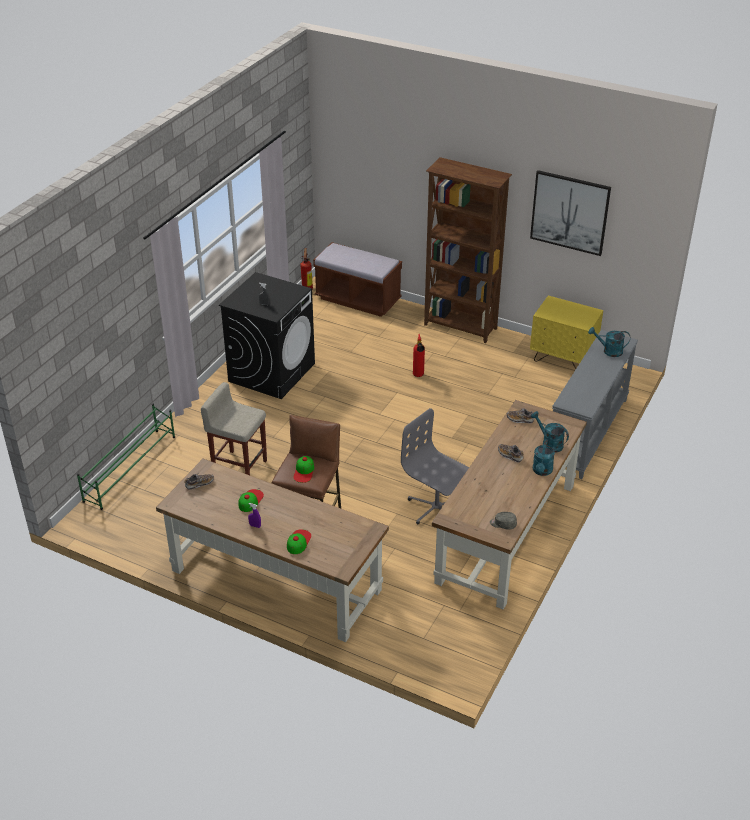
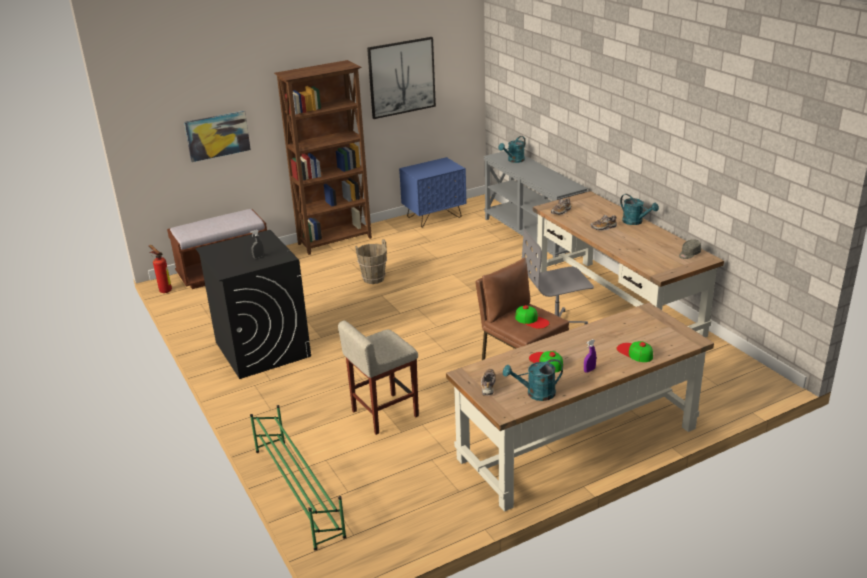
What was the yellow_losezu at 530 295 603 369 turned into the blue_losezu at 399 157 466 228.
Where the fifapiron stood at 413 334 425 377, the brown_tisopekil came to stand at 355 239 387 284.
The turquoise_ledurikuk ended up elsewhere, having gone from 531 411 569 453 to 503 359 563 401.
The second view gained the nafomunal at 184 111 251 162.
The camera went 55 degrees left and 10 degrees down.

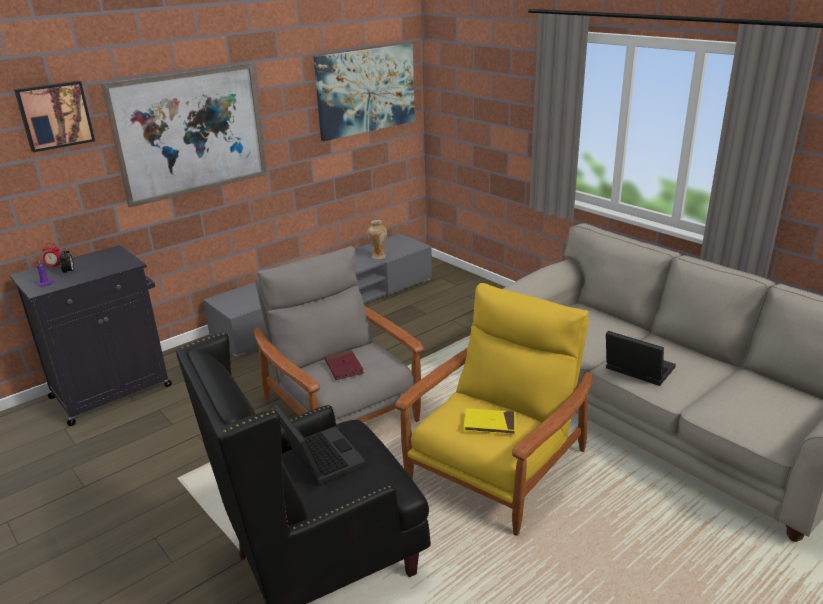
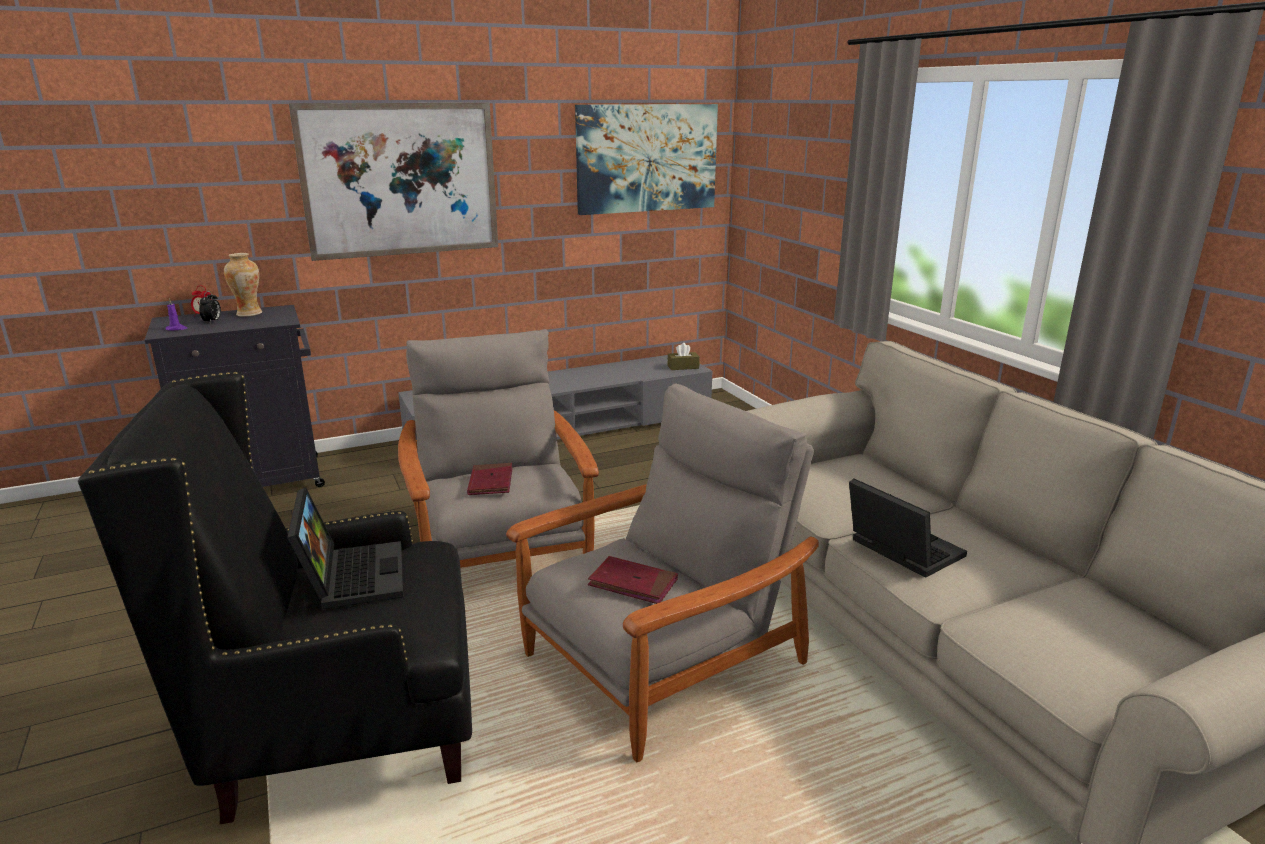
The second view lost the nafomunal at 14 81 95 152.
The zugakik ended up elsewhere, having gone from 367 220 387 259 to 224 253 262 317.
What was the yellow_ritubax at 395 283 593 536 turned into the grey_ritubax at 506 384 819 762.
What was the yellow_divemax at 463 408 516 435 turned into the red_divemax at 588 556 678 604.
The second view gained the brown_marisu at 668 343 700 370.
The camera went 15 degrees right and 5 degrees down.

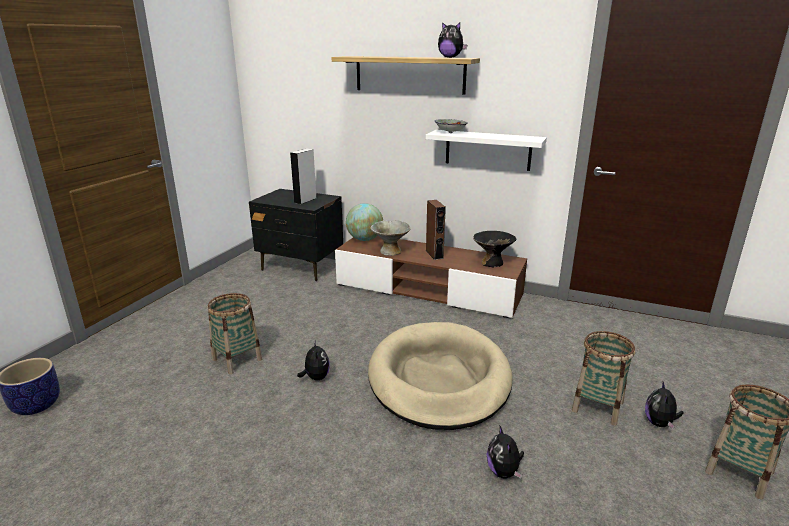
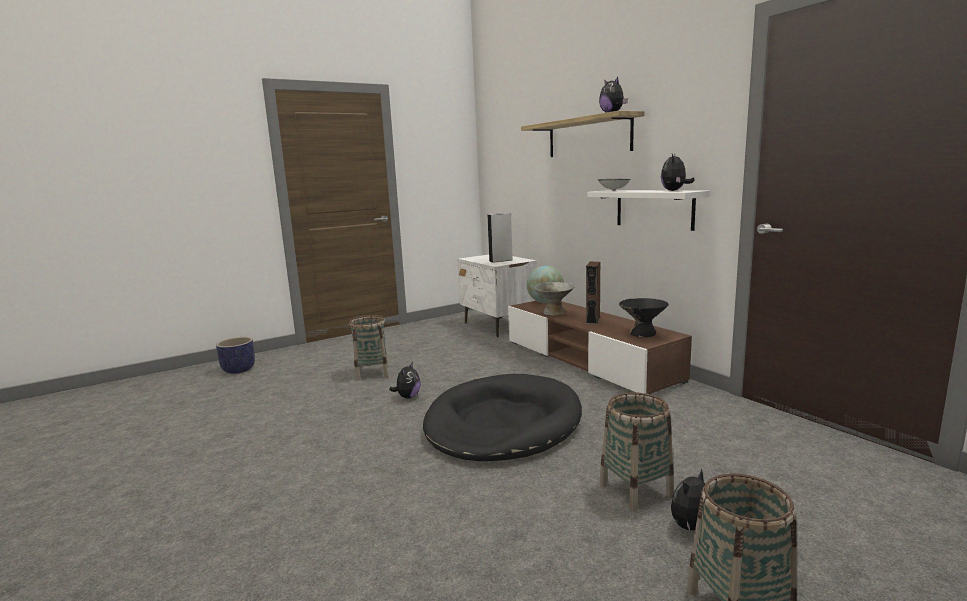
What was the black_losezu at 249 189 343 281 turned into the white_losezu at 458 254 537 337.
What was the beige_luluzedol at 368 322 513 430 turned into the black_luluzedol at 423 374 582 461.
The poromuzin ended up elsewhere, having gone from 487 425 524 479 to 661 154 695 191.
The camera went 35 degrees right and 10 degrees down.

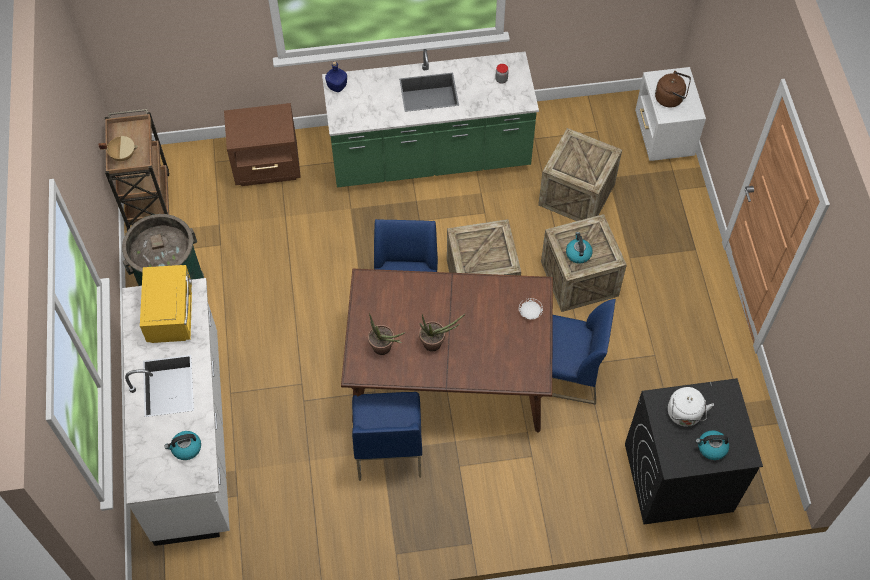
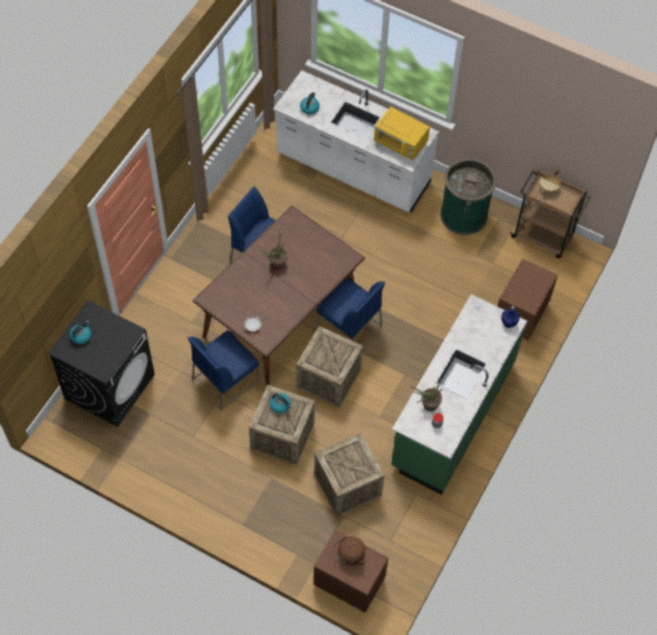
What was the white_losezu at 635 67 706 161 turned into the brown_losezu at 313 530 388 613.
The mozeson ended up elsewhere, having gone from 368 313 406 355 to 411 378 442 411.
The second view lost the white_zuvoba at 668 387 714 426.
The camera went 125 degrees right and 0 degrees up.

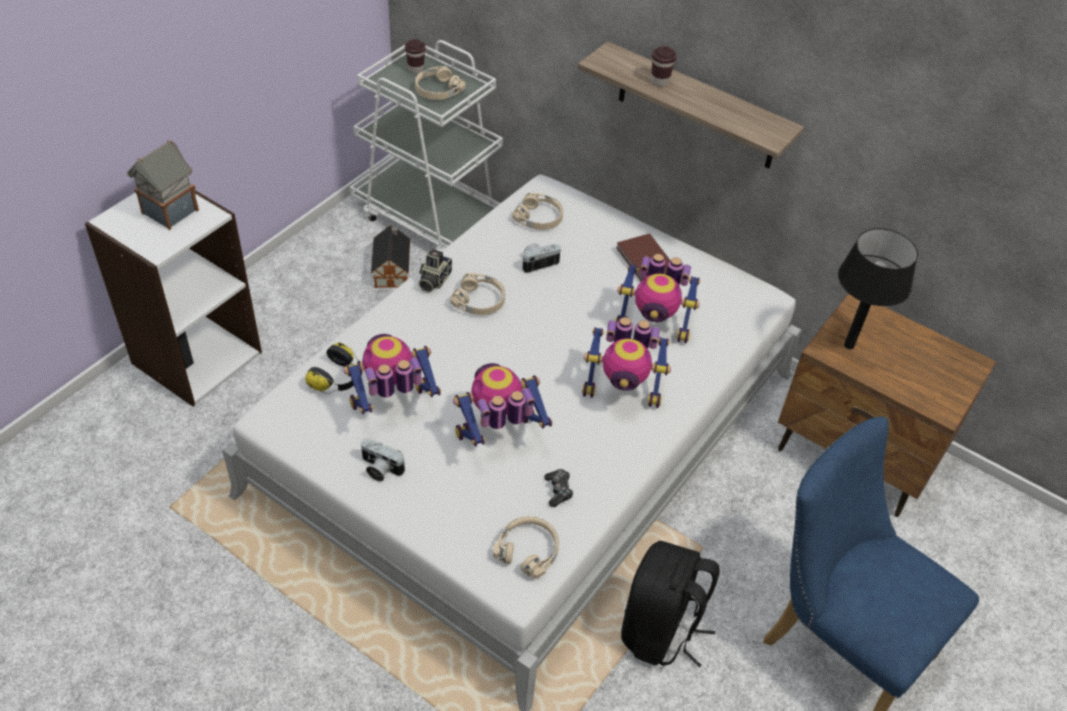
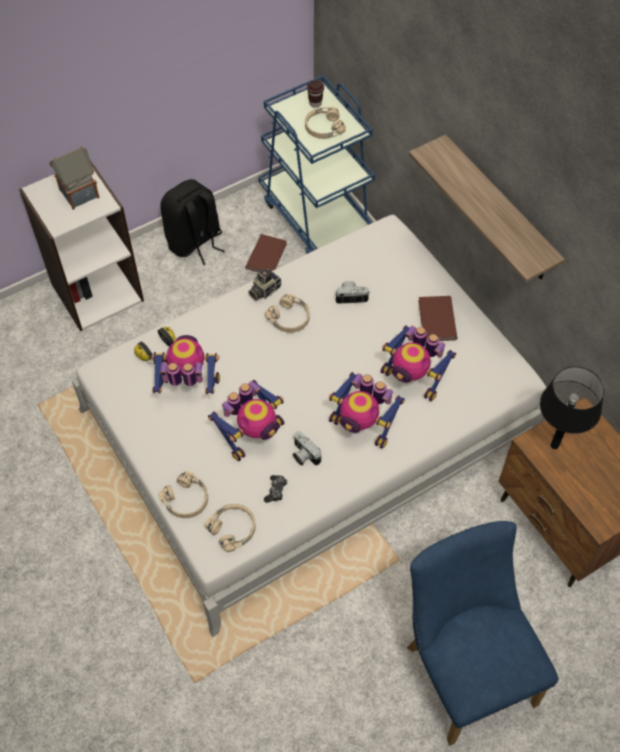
What was the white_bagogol at 350 40 503 252 turned into the blue_bagogol at 258 75 375 254.
The second view lost the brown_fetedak at 652 46 677 87.
The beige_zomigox ended up elsewhere, having gone from 512 193 563 230 to 159 471 208 518.
Where the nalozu stood at 371 225 410 288, the brown_divemax came to stand at 245 234 287 272.
The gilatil at 453 363 553 446 ended up facing another way, 135 degrees clockwise from before.
The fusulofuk ended up elsewhere, having gone from 361 438 405 481 to 293 431 321 466.
The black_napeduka ended up elsewhere, having gone from 621 541 720 668 to 160 179 225 265.
The camera went 25 degrees right and 10 degrees up.

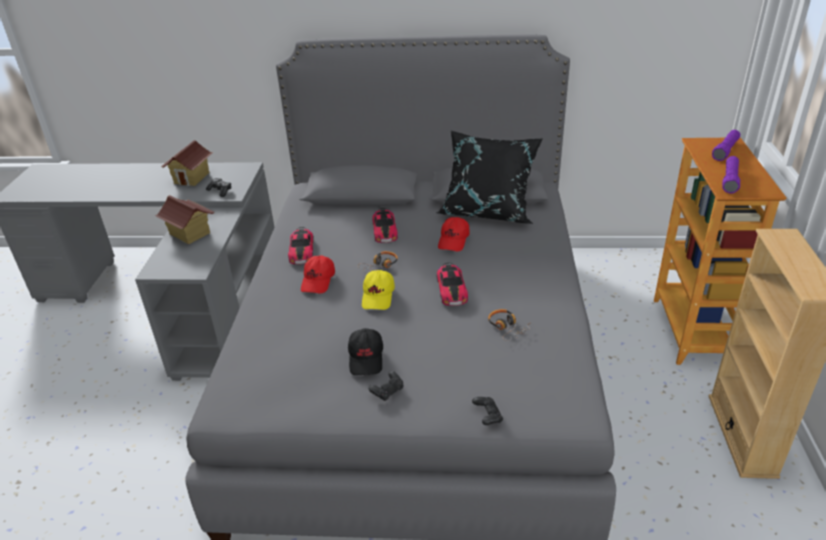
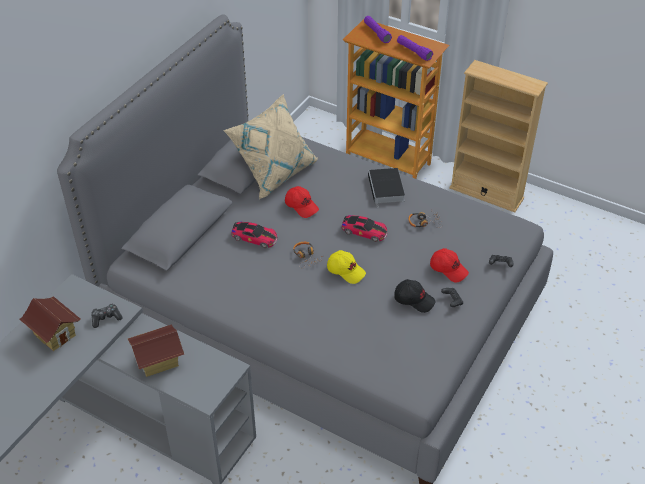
What was the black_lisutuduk at 436 131 543 224 turned into the beige_lisutuduk at 223 94 318 199.
The second view lost the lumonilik at 288 227 314 265.
The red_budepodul ended up elsewhere, having gone from 301 255 335 293 to 430 248 469 282.
The second view gained the divemax at 368 168 405 209.
The camera went 65 degrees left and 10 degrees up.

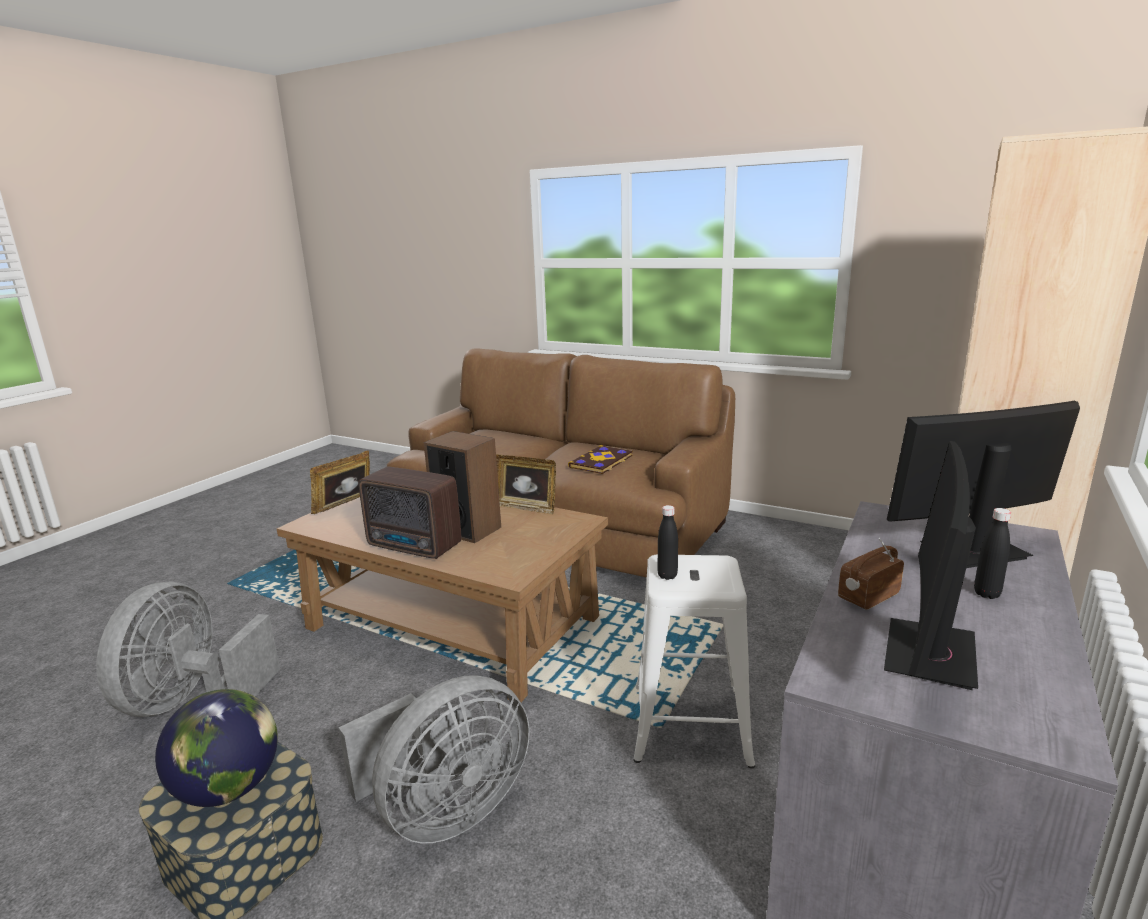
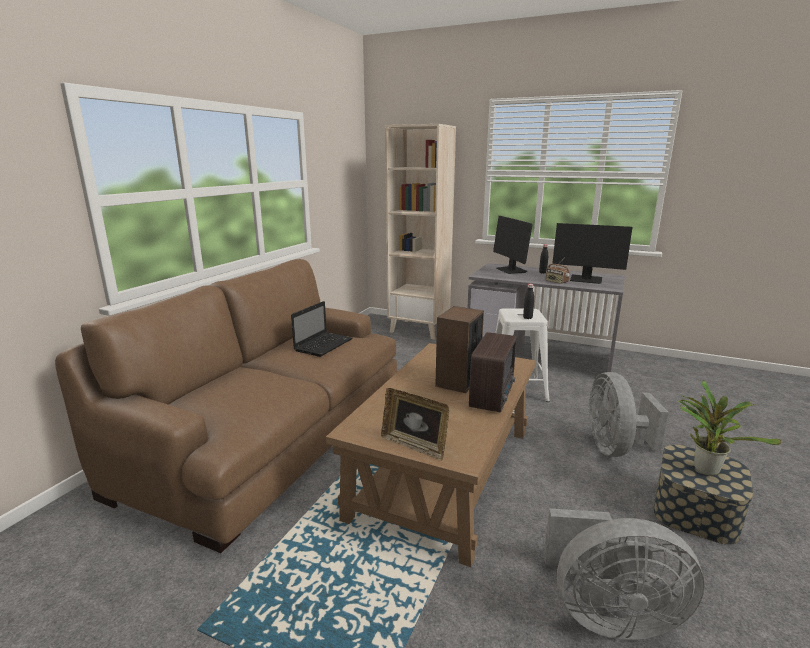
Where the divemax stood at 568 445 633 474, the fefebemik came to stand at 291 301 353 357.
The second view lost the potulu at 496 454 556 514.
The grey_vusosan at 338 675 530 844 ended up facing another way, 135 degrees counterclockwise from before.
Where the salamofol stood at 155 689 278 807, the mozeson came to stand at 679 380 782 476.
The camera went 95 degrees left and 0 degrees up.

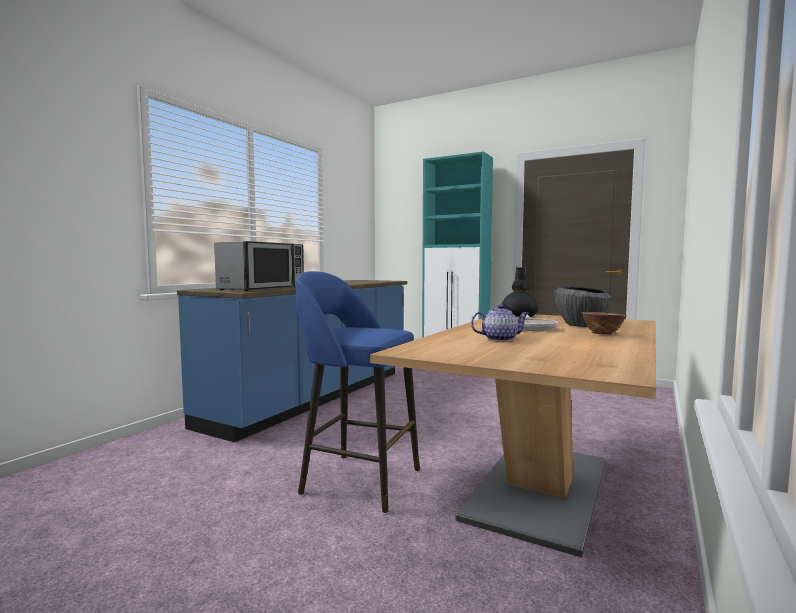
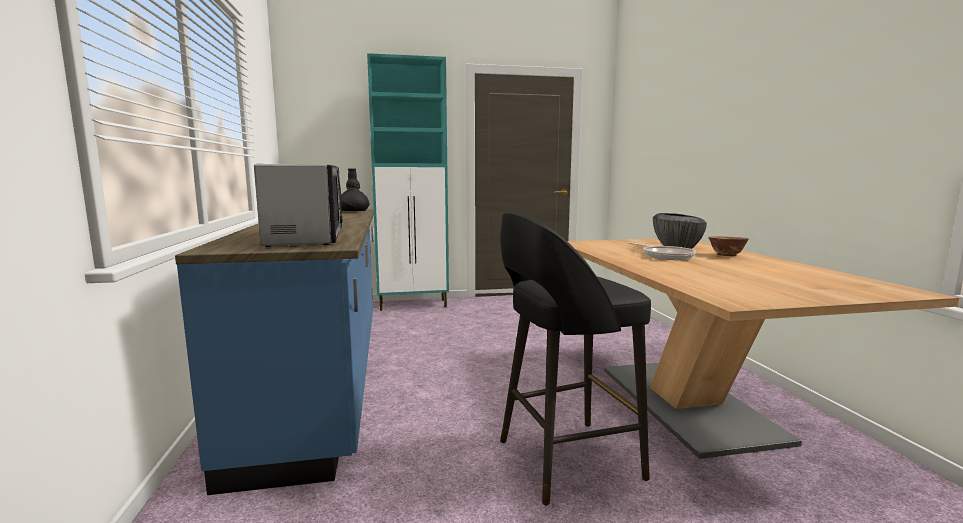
The black_zugakik ended up elsewhere, having gone from 501 267 539 317 to 341 168 370 211.
What was the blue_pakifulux at 296 271 420 513 turned into the black_pakifulux at 500 212 651 505.
The second view lost the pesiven at 471 305 529 341.
The camera went 40 degrees left and 5 degrees up.

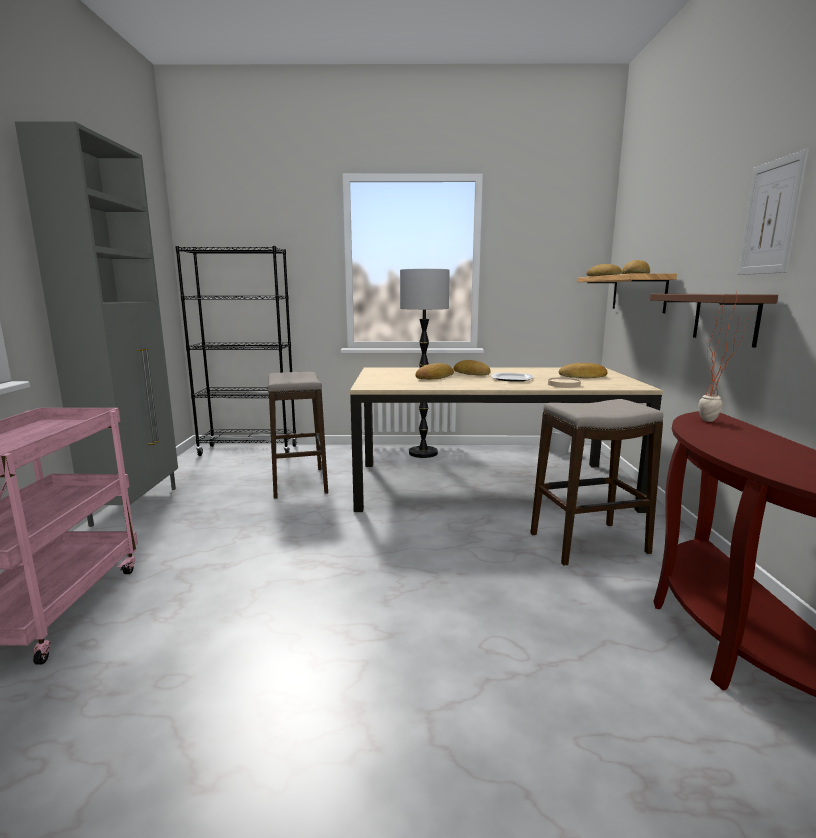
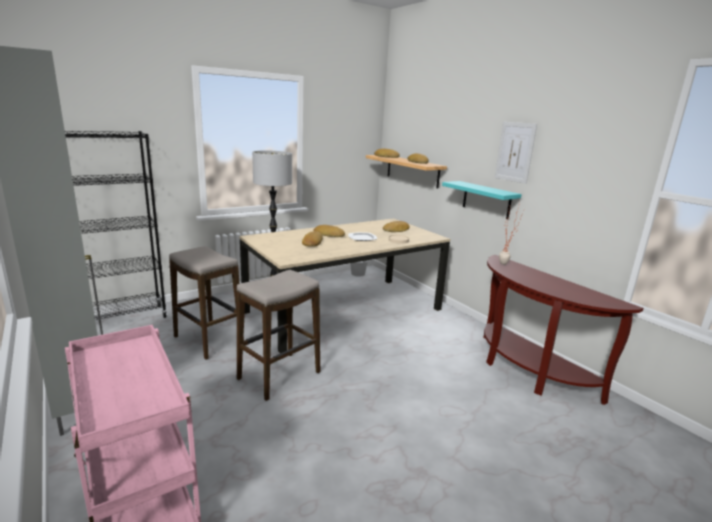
What was the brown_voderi at 650 294 778 348 turned into the turquoise_voderi at 442 181 522 219.
The pakifulux ended up elsewhere, having gone from 530 399 663 566 to 237 270 320 401.
The camera went 35 degrees left and 5 degrees up.

